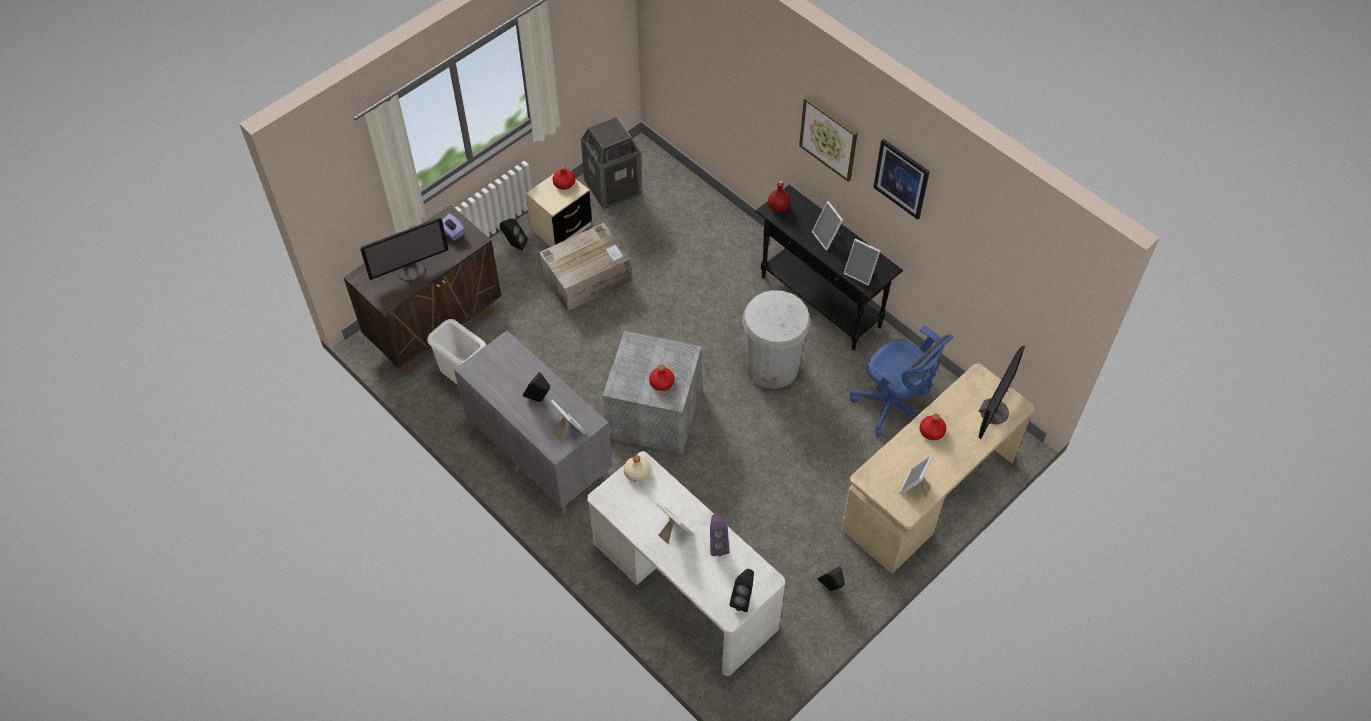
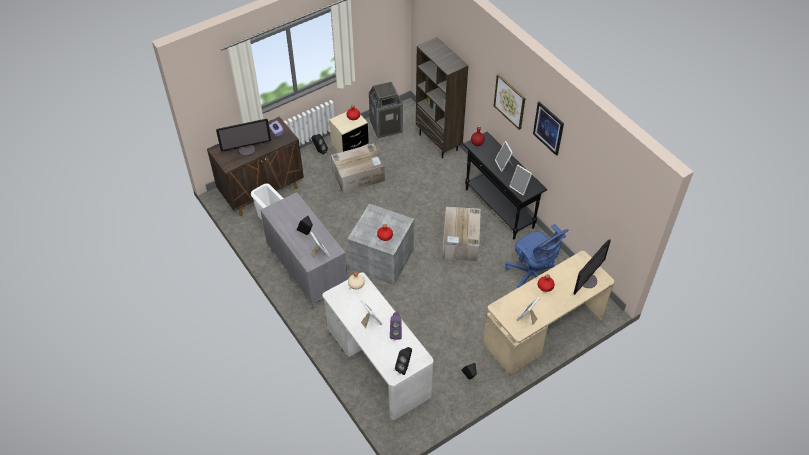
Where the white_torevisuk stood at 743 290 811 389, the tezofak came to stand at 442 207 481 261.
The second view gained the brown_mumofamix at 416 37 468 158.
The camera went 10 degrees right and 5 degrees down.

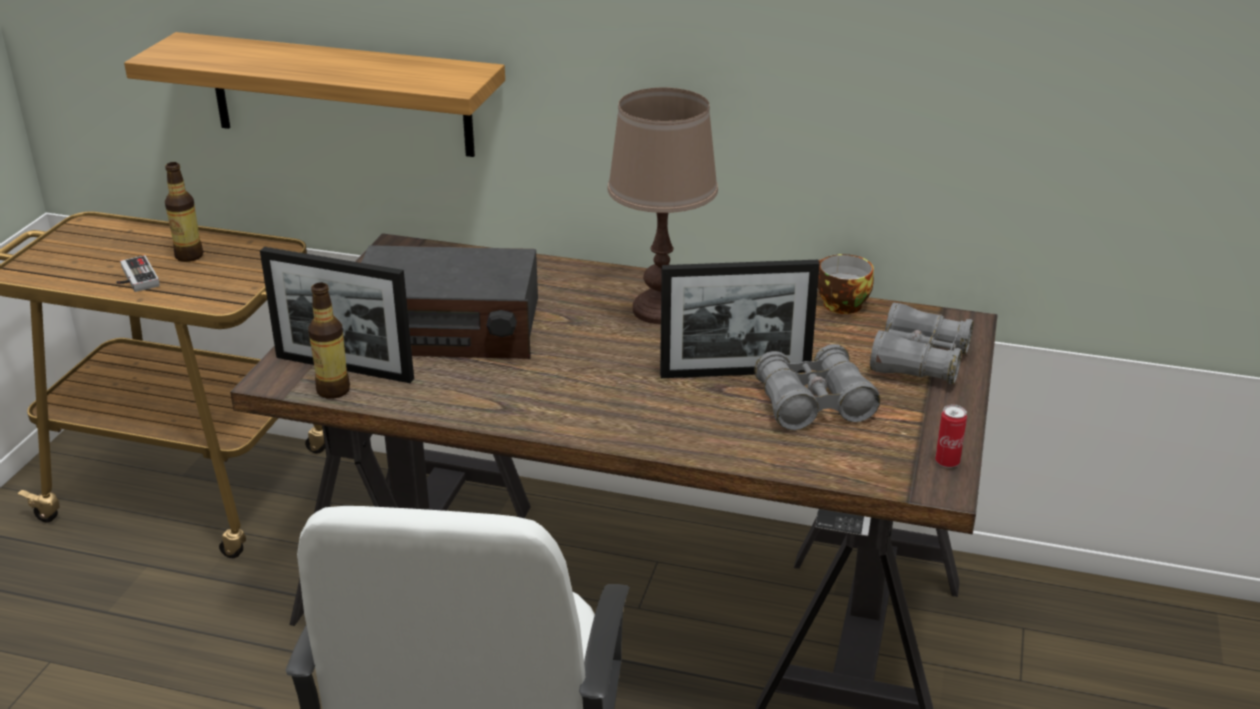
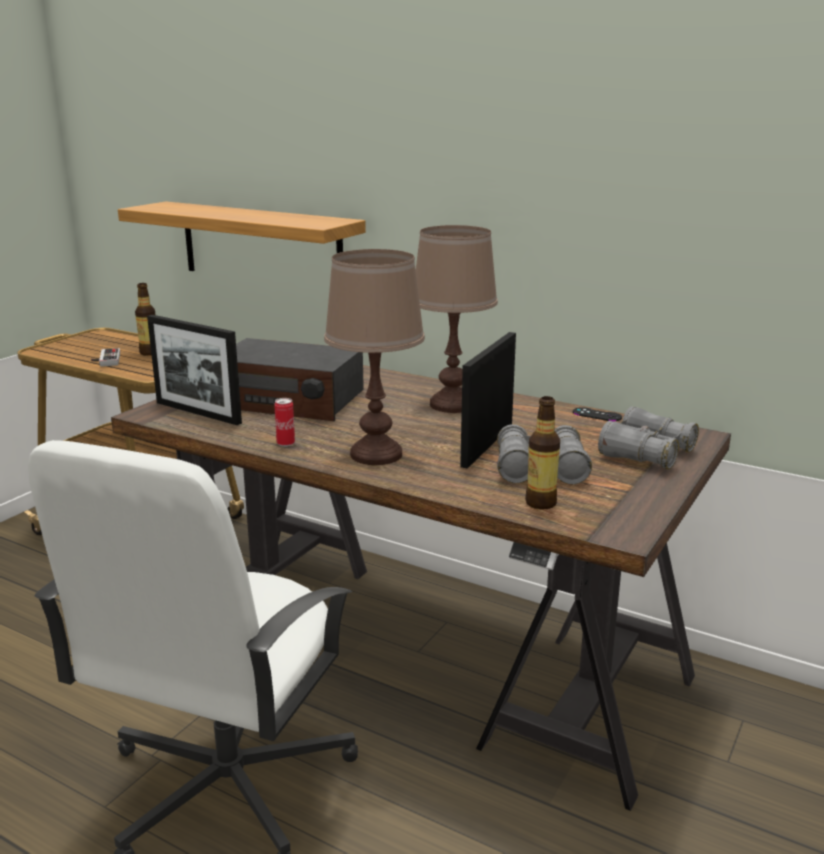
Where the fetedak stood at 818 254 874 314, the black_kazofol came to stand at 573 407 622 421.
The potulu at 660 260 819 378 ended up facing another way, 105 degrees clockwise from before.
The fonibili ended up elsewhere, having gone from 308 283 350 399 to 525 396 560 510.
The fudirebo ended up elsewhere, having gone from 935 404 967 468 to 274 398 295 447.
The second view gained the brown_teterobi at 324 249 425 465.
The camera went 15 degrees right and 10 degrees down.

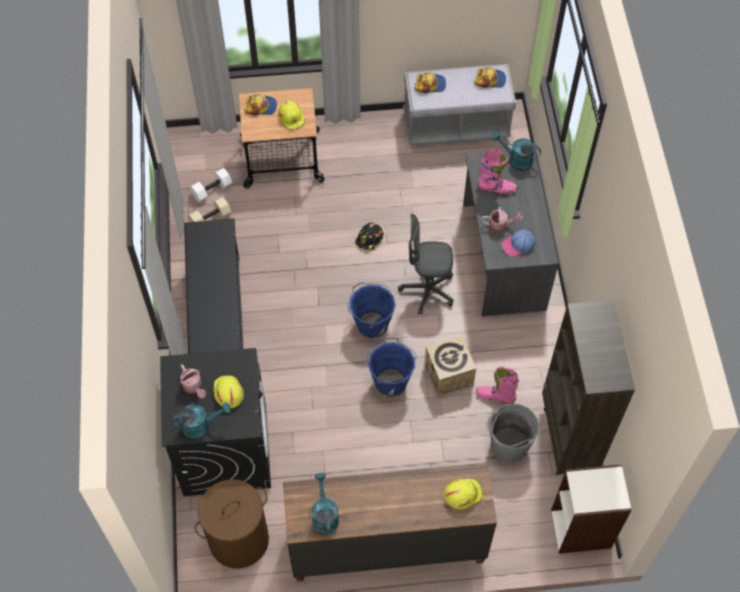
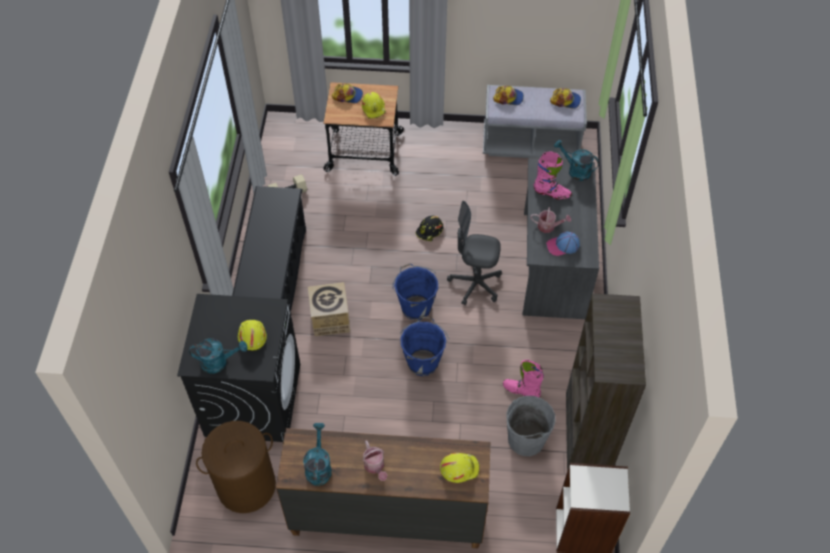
The second view lost the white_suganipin at 190 168 232 203.
The tezofak ended up elsewhere, having gone from 424 336 476 396 to 308 282 350 336.
The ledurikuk ended up elsewhere, having gone from 180 364 206 398 to 362 440 388 481.
The camera went 10 degrees right and 5 degrees down.

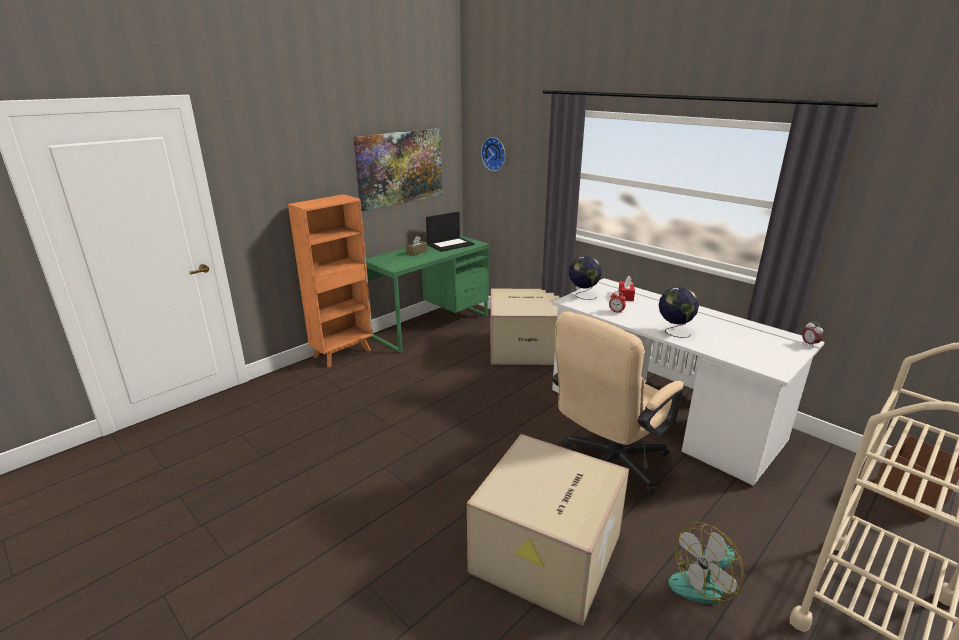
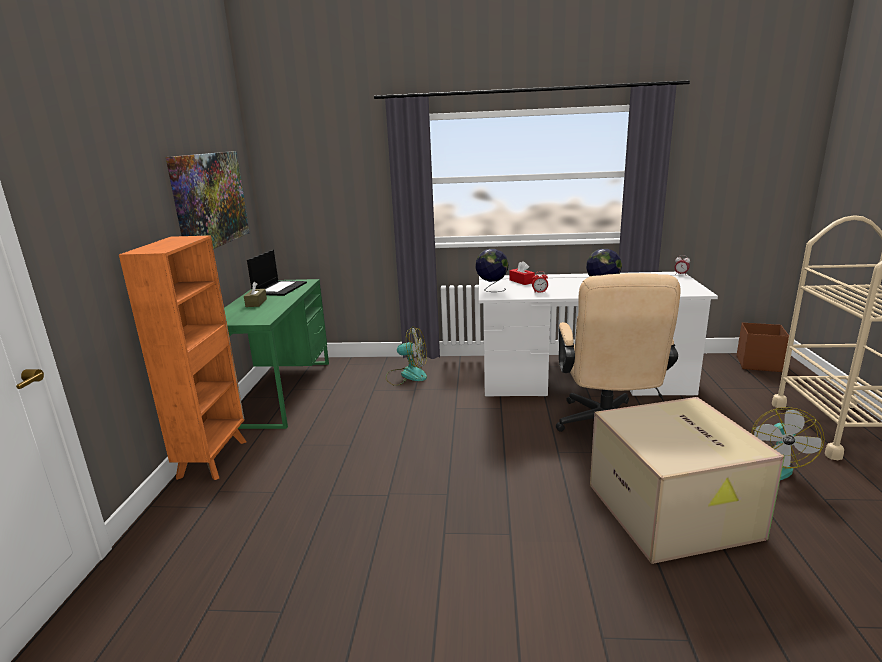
The second view lost the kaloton at 481 137 505 171.
Where the tezofak stood at 490 289 560 365, the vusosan came to stand at 386 326 427 386.
The camera went 40 degrees left and 5 degrees down.

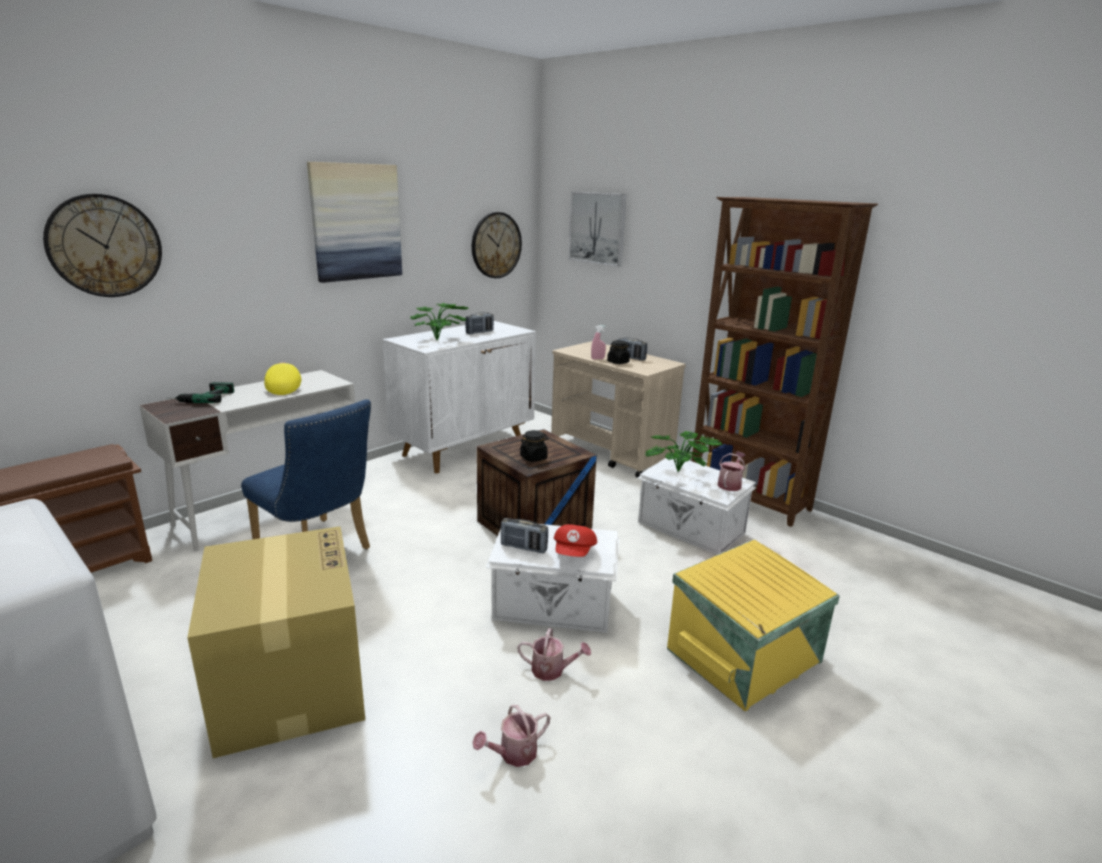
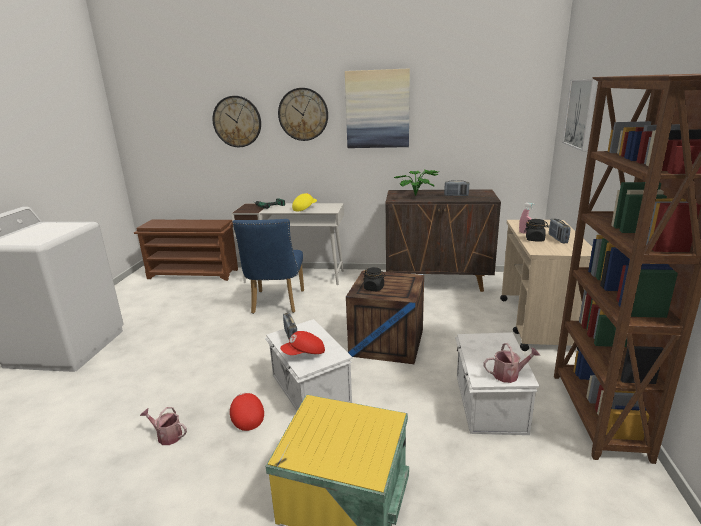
The kaloton ended up elsewhere, having gone from 472 212 522 278 to 278 88 328 141.
What was the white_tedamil at 382 321 536 473 turned into the brown_tedamil at 386 189 501 292.
The second view lost the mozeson at 644 431 723 472.
The second view lost the tezofak at 187 526 365 758.
Where the ledurikuk stood at 518 628 591 681, the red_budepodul came to stand at 230 393 264 431.
The camera went 55 degrees right and 0 degrees up.

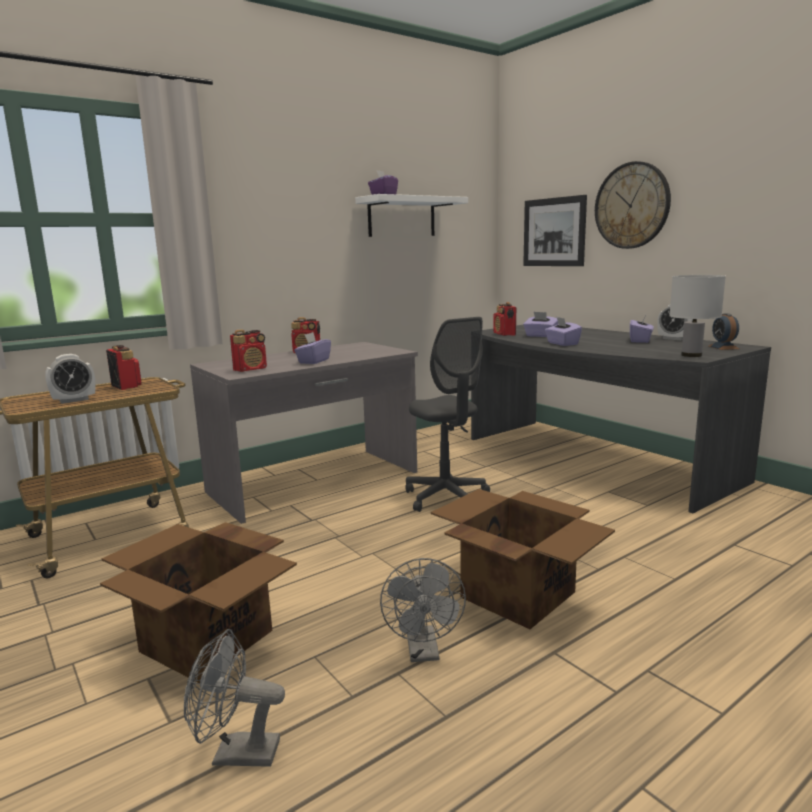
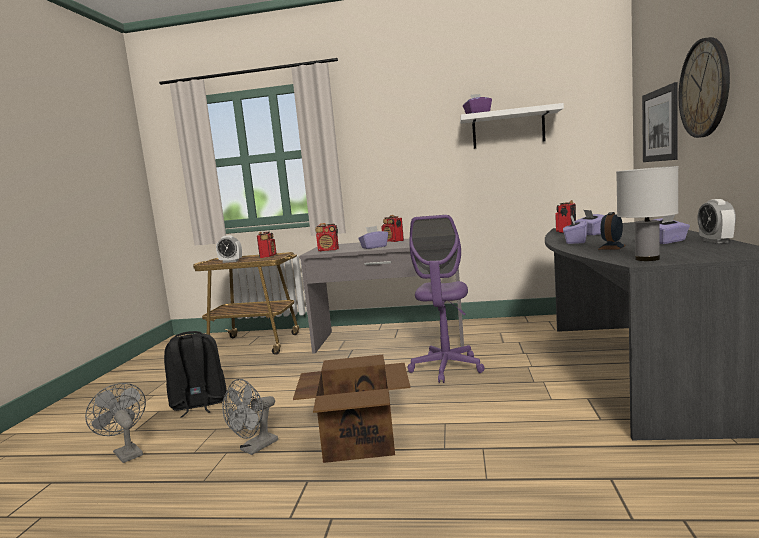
The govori ended up elsewhere, having gone from 709 313 740 350 to 599 212 626 250.
What was the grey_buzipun at 405 317 490 512 turned into the purple_buzipun at 408 215 485 383.
Where the tezofak stood at 100 522 297 683, the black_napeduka came to stand at 164 331 227 418.
The camera went 45 degrees right and 5 degrees down.

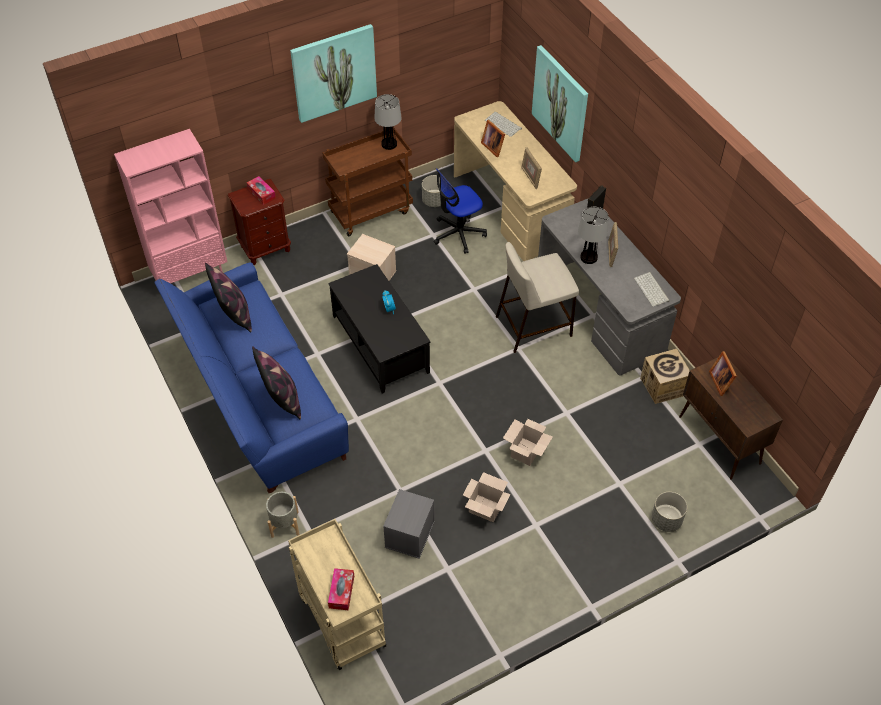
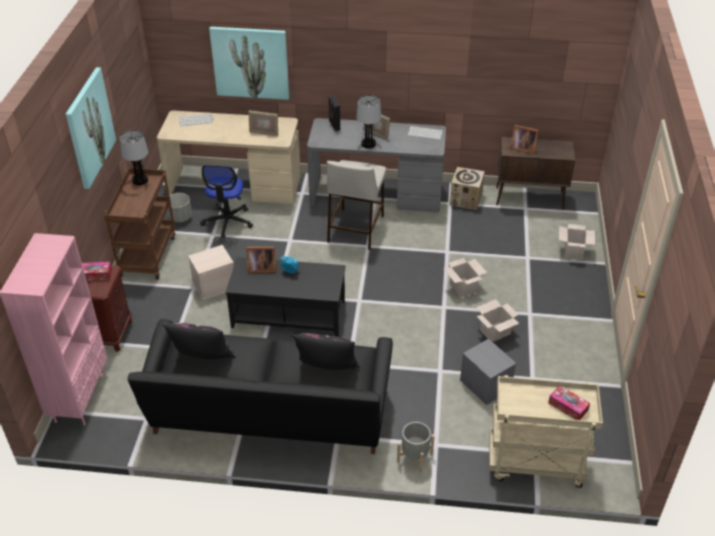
The potulu ended up elsewhere, having gone from 481 120 505 157 to 246 247 276 273.
What was the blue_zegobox at 154 262 349 493 turned into the black_zegobox at 127 319 393 454.
Where the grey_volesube stood at 652 492 687 532, the tezofak came to stand at 559 224 595 260.
The camera went 55 degrees left and 10 degrees down.

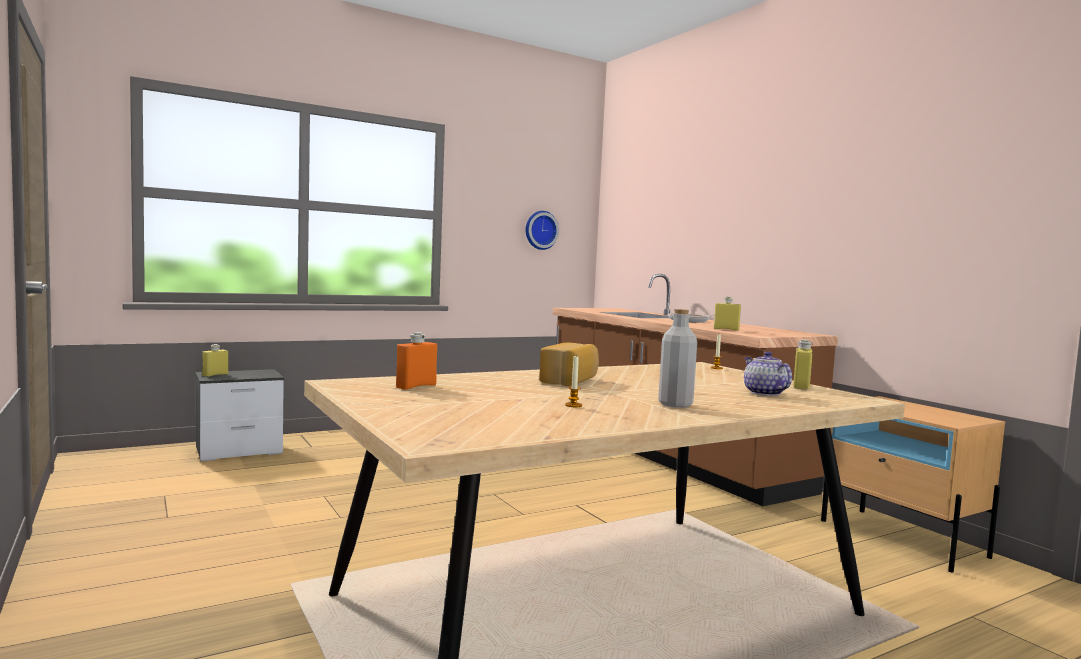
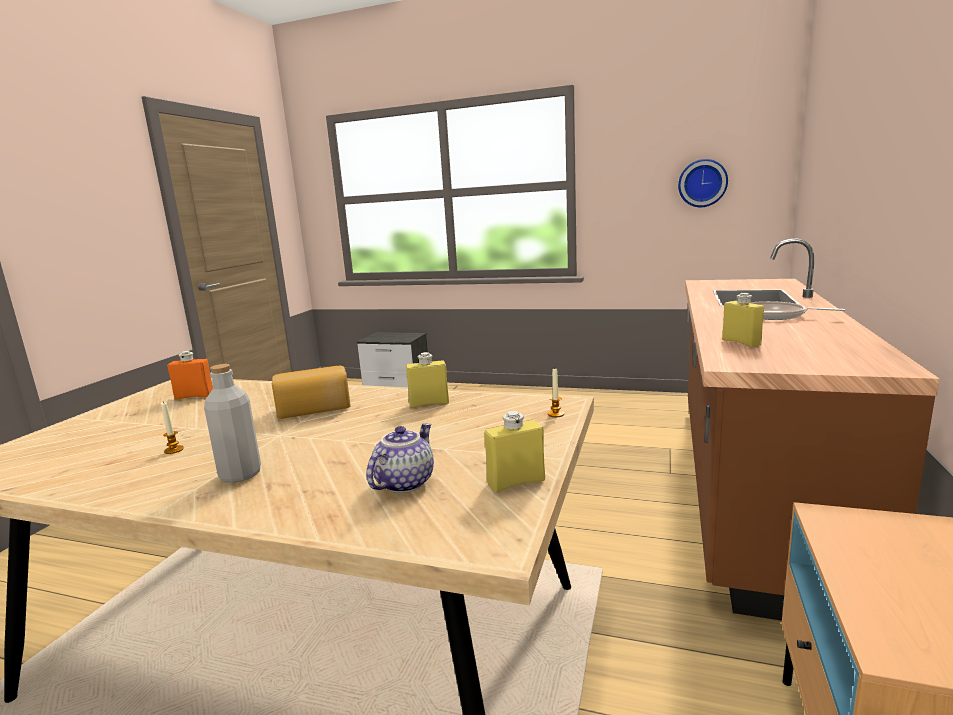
The yellow_fonibili ended up elsewhere, having gone from 202 344 228 377 to 406 352 449 408.
The camera went 50 degrees right and 10 degrees up.

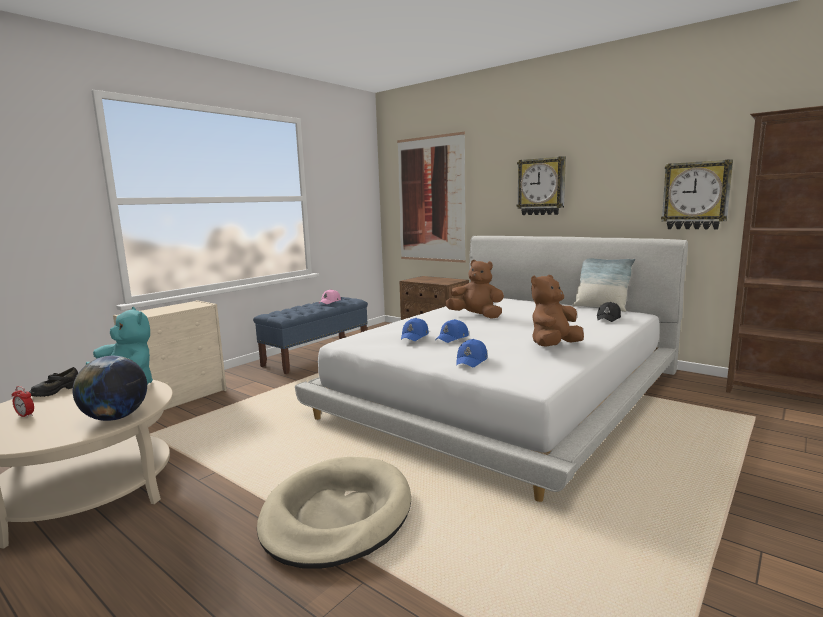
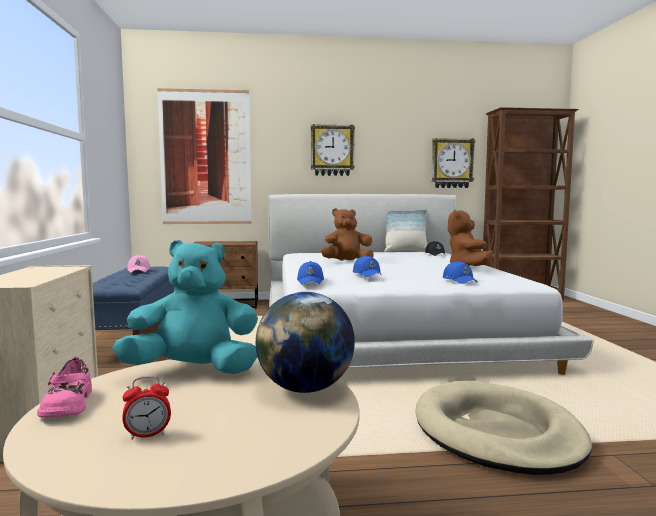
The blue_budepodul ended up elsewhere, having gone from 435 319 469 343 to 297 261 324 285.
What was the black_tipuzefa at 29 367 78 397 turned into the pink_tipuzefa at 37 357 92 418.
The camera went 45 degrees left and 5 degrees down.

